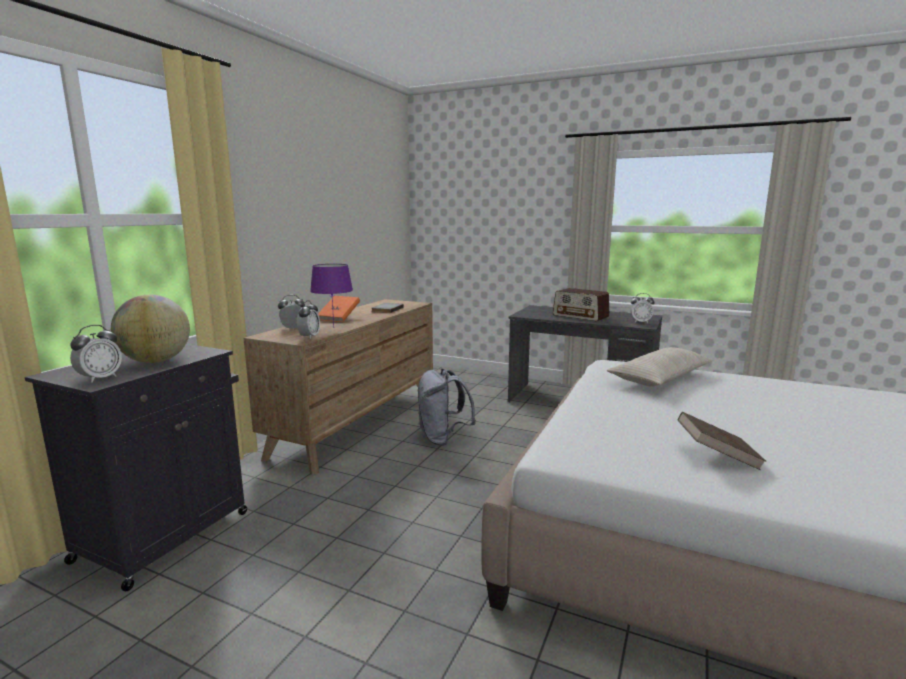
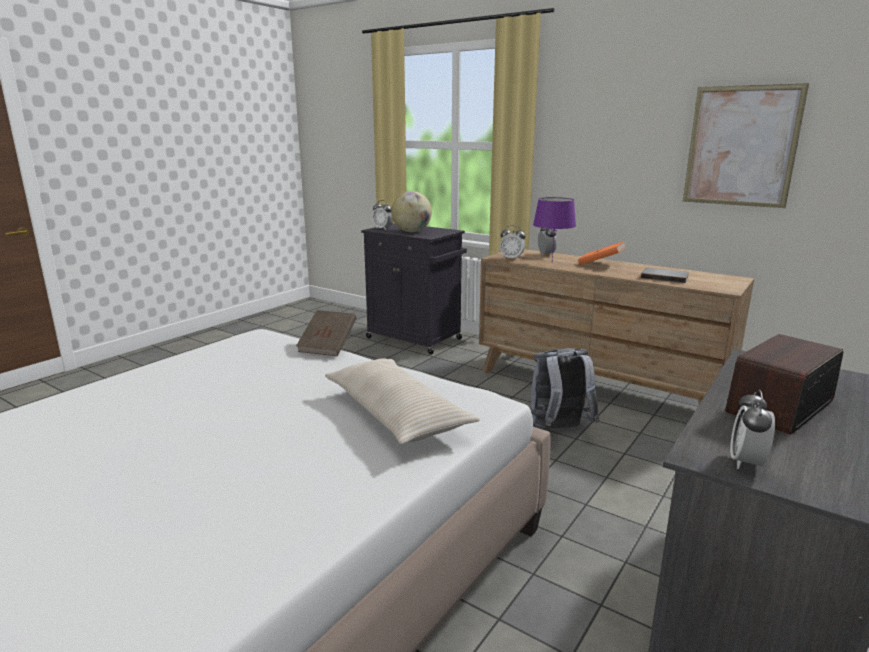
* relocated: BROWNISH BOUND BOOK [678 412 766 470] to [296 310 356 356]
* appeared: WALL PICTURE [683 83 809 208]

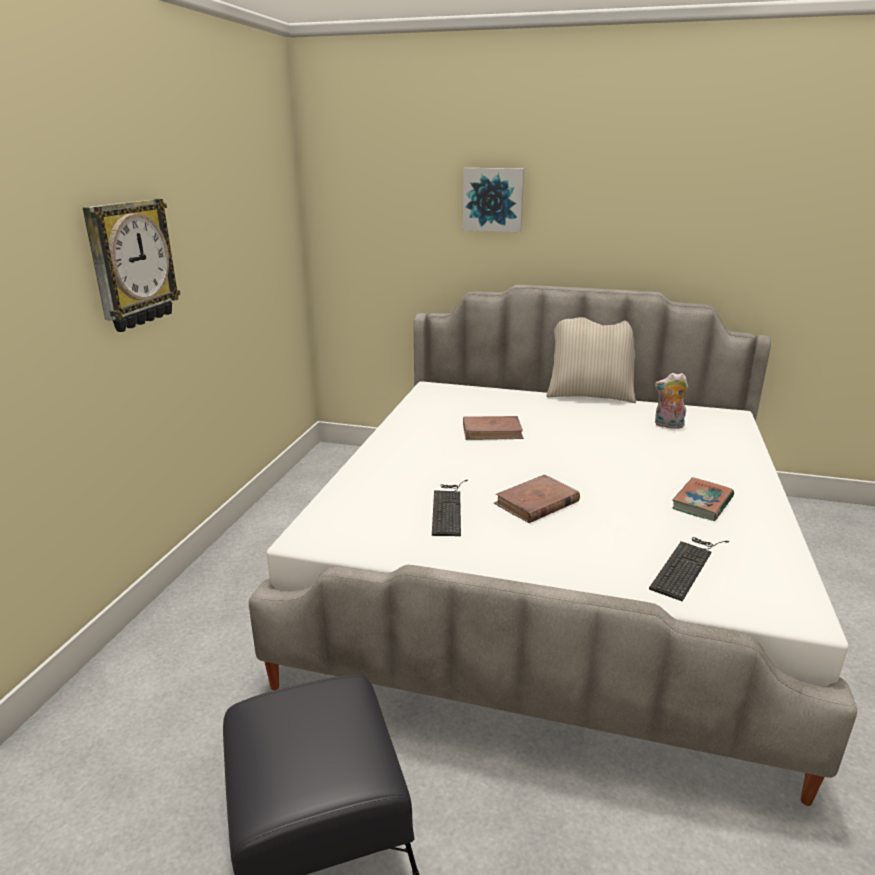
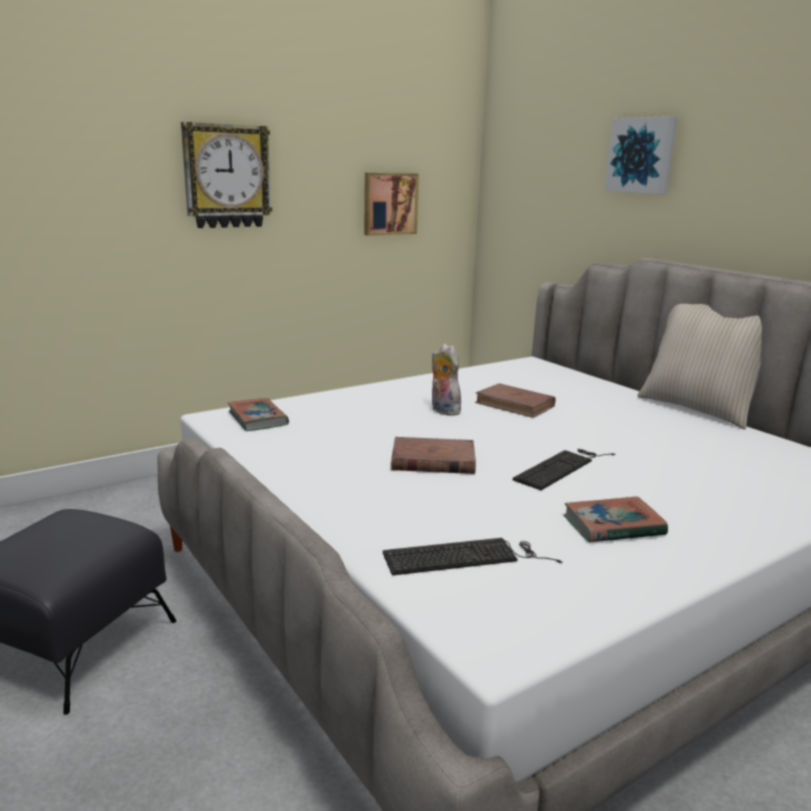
* relocated: SOFT TOY [655 373 688 429] to [431 344 461 416]
* relocated: COMPUTER KEYBOARD [432 480 468 536] to [513 449 615 490]
* appeared: WALL PICTURE [364 173 419 236]
* appeared: BOUND BOOK [228 398 289 431]

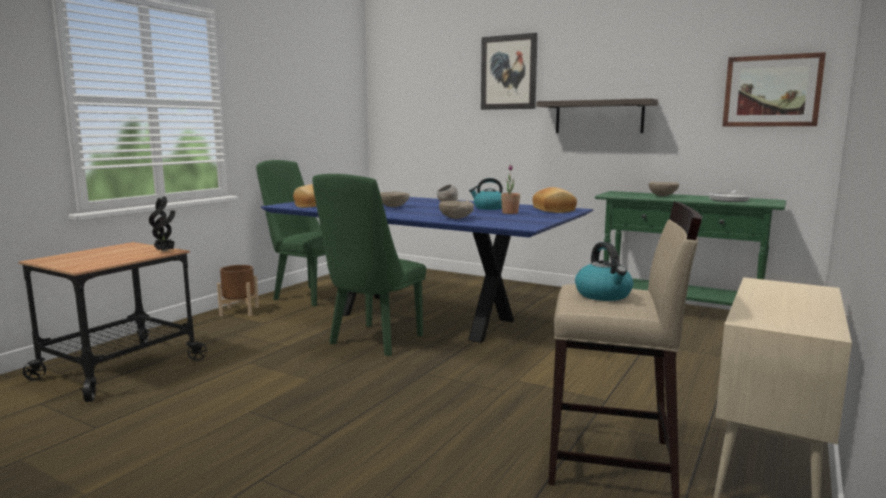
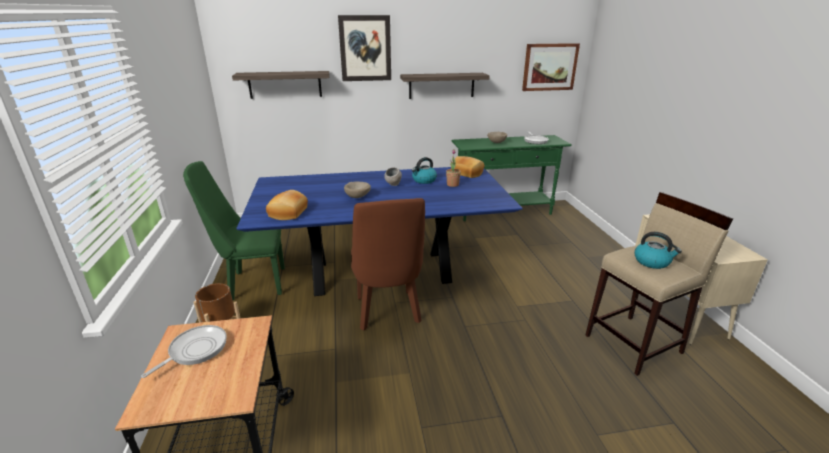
* colour: GREENISH PLAIN CHAIR [312 174 426 356] to BROWNISH PLAIN CHAIR [351 198 425 330]
* missing: PLANT IN A POT [149 196 175 252]
* missing: SAND-COLOURED DEEP DISH [439 201 474 219]
* appeared: WALL SHELF [232 71 329 99]
* appeared: SKILLET [141 325 227 378]

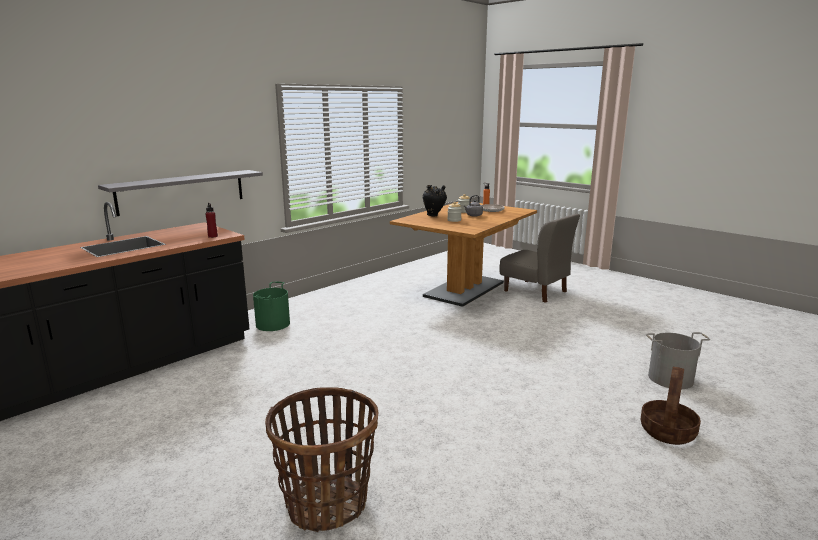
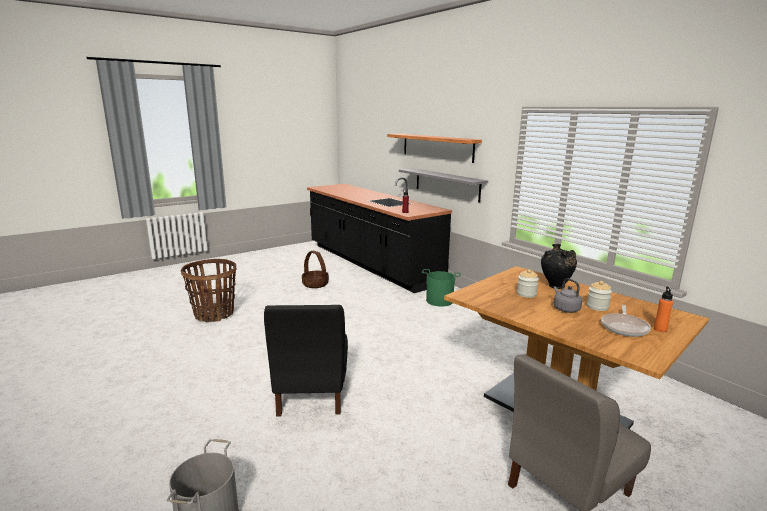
* relocated: BASKET [641 367 701 445] to [302 251 329 288]
* appeared: WALL SHELF [387 134 482 163]
* appeared: BLACKISH PLAIN CHAIR [264 305 348 417]

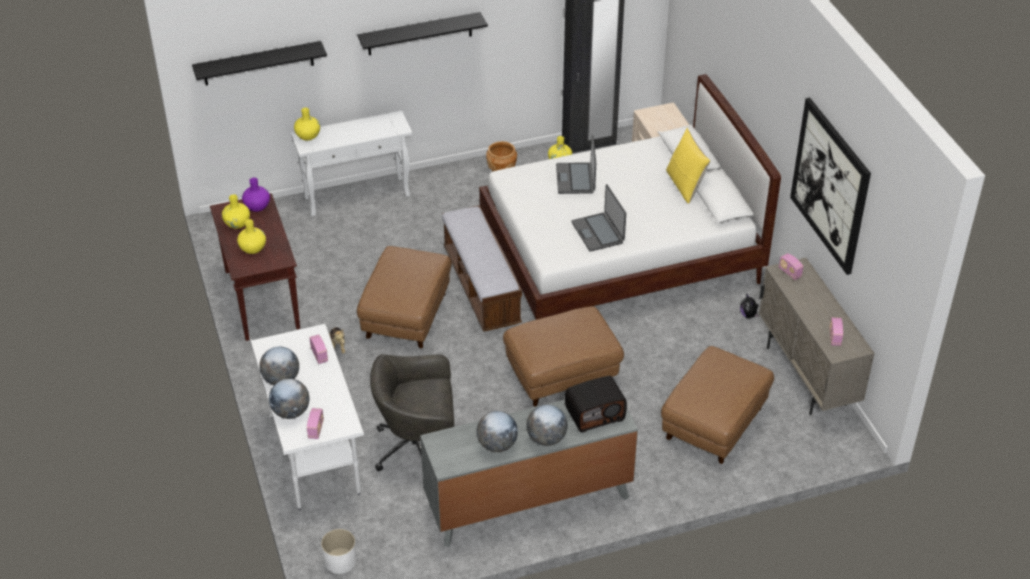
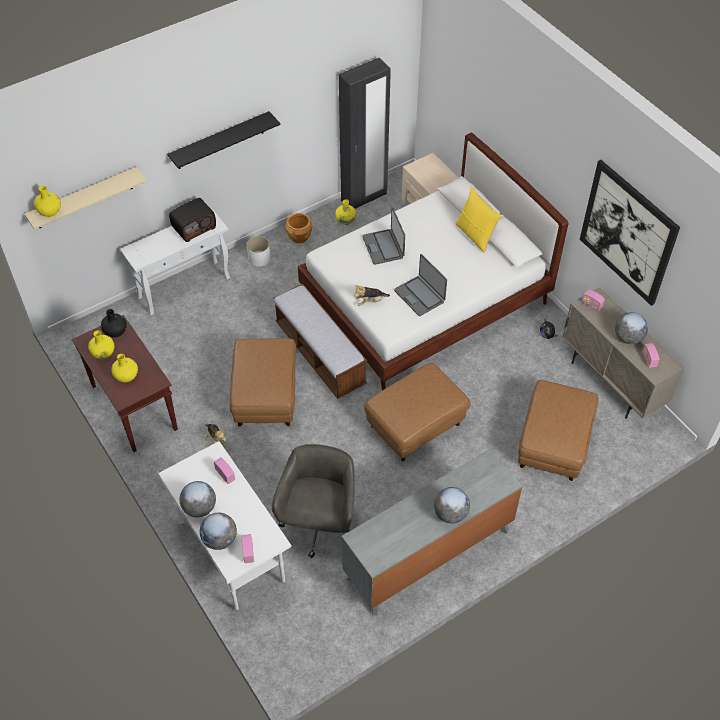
* colour: BLACKISH WALL SHELF [192 41 327 86] to SAND-COLOURED WALL SHELF [25 167 147 230]
* relocated: YELLOW-COLOURED DECORATIVE VASE [294 108 320 141] to [34 186 61 217]
* colour: PURPLISH DECORATIVE VASE [242 178 270 212] to BLACKISH DECORATIVE VASE [101 309 127 338]
* spun: GREY DESK CHAIR [370 354 454 471] = [272 444 355 558] 120 degrees clockwise
* relocated: RADIO [565 376 627 433] to [169 198 216 242]
* relocated: GLOBE [477 411 518 452] to [615 312 648 344]
* relocated: WHITISH PLANTER [321 529 357 574] to [247 236 270 267]
* appeared: SOFT TOY [354 285 390 306]

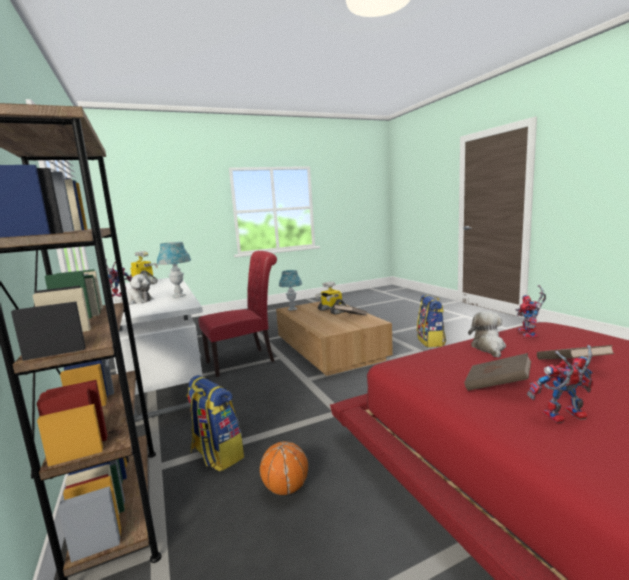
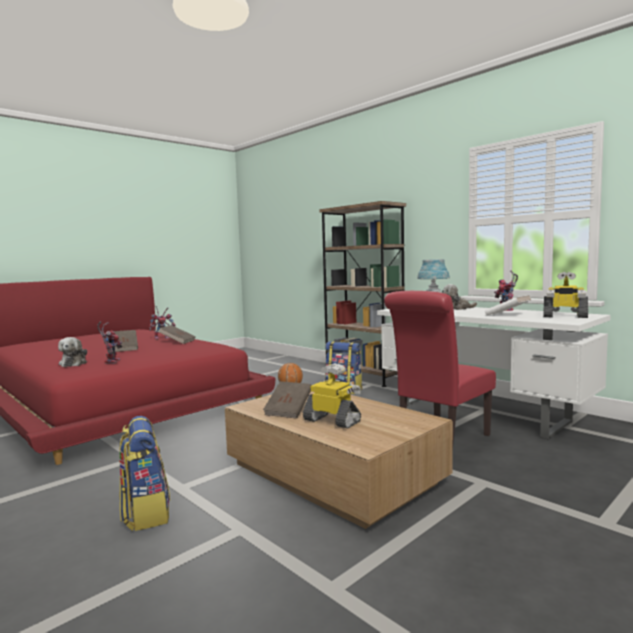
* missing: BLUE TABLETOP LAMP [279 270 302 310]
* relocated: SOFT TOY [468 311 506 358] to [58 337 87 367]
* appeared: WHITISH BOUND BOOK [485 295 531 315]

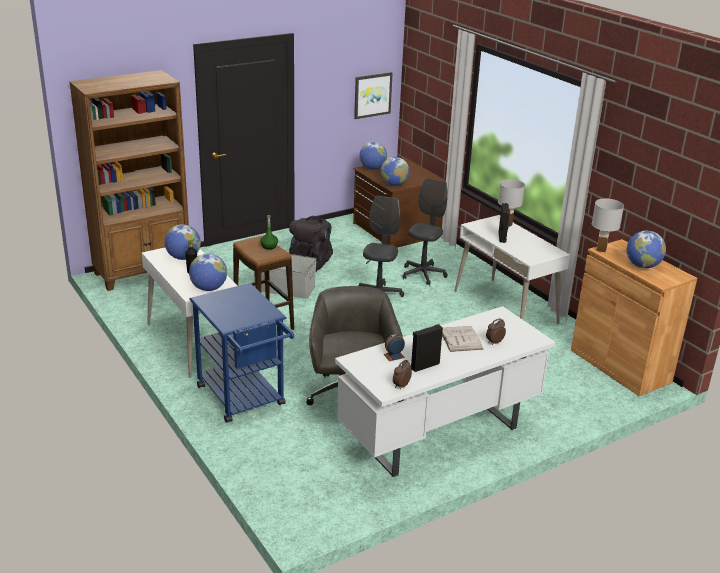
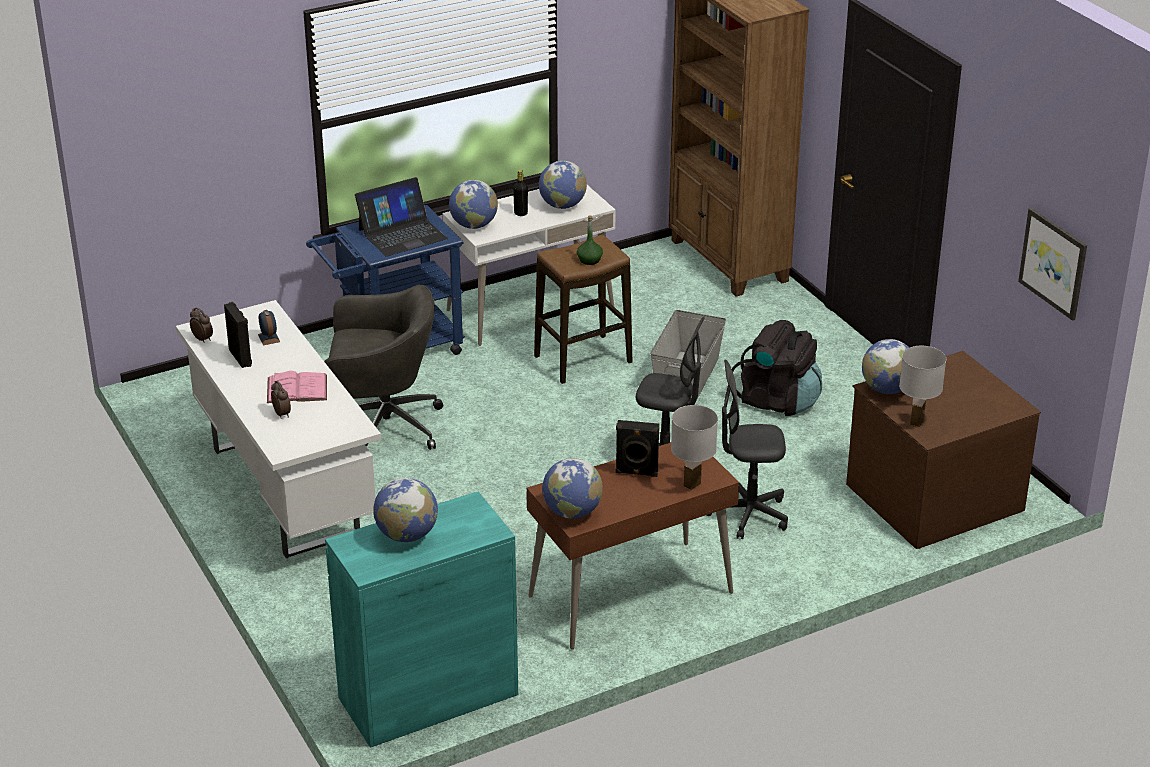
* relocated: GLOBE [359 142 387 170] to [542 458 603 519]
* spun: GREY DESK CHAIR [402 178 448 285] = [706 360 788 539] 150 degrees clockwise
* relocated: WHITISH TABLETOP LAMP [592 198 624 252] to [899 346 946 427]
* colour: WHITISH DESK UNIT [454 215 570 324] to BROWNISH DESK UNIT [527 443 739 649]
* colour: BROWNISH CABINET [571 239 697 396] to TURQUOISE CABINET [325 491 518 748]
* colour: WHITISH BOUND BOOK [442 326 483 352] to PINK BOUND BOOK [267 371 327 403]
* appeared: PORTABLE COMPUTER [355 177 448 257]

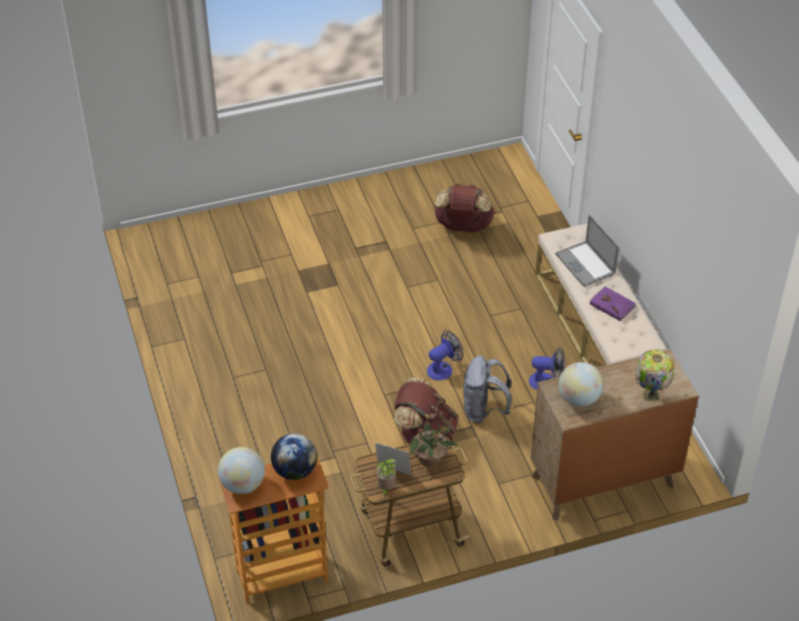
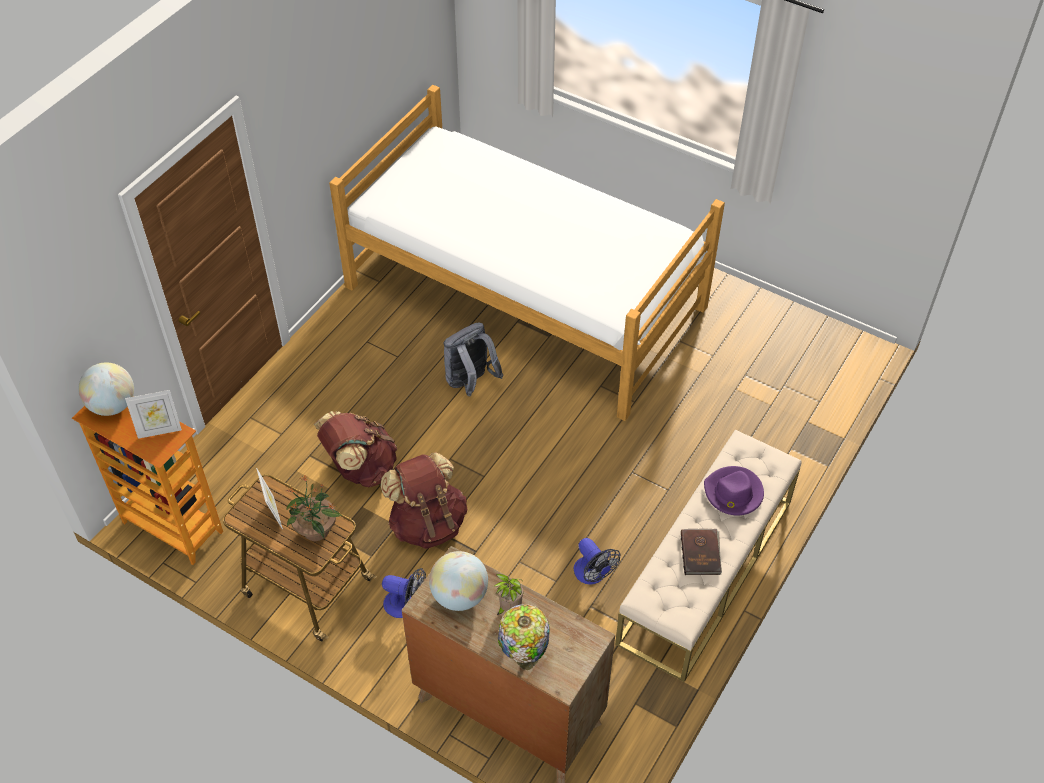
* relocated: BROWNISH KNAPSACK [434 184 495 232] to [314 411 397 487]
* exchanged: PORTABLE COMPUTER [555 215 619 287] to PURPLISH HAT [704 466 764 515]
* colour: PURPLISH BOUND BOOK [590 286 636 321] to BROWNISH BOUND BOOK [681 529 722 575]
* relocated: FAN [427 330 463 380] to [382 568 426 618]
* relocated: GREY KNAPSACK [463 356 512 423] to [443 323 504 396]
* exchanged: GLOBE [271 433 317 480] to PHOTO FRAME [125 390 182 439]
* relocated: PLANT IN A POT [376 458 397 498] to [494 574 523 615]
* appeared: BEDROOM BED [329 85 725 421]

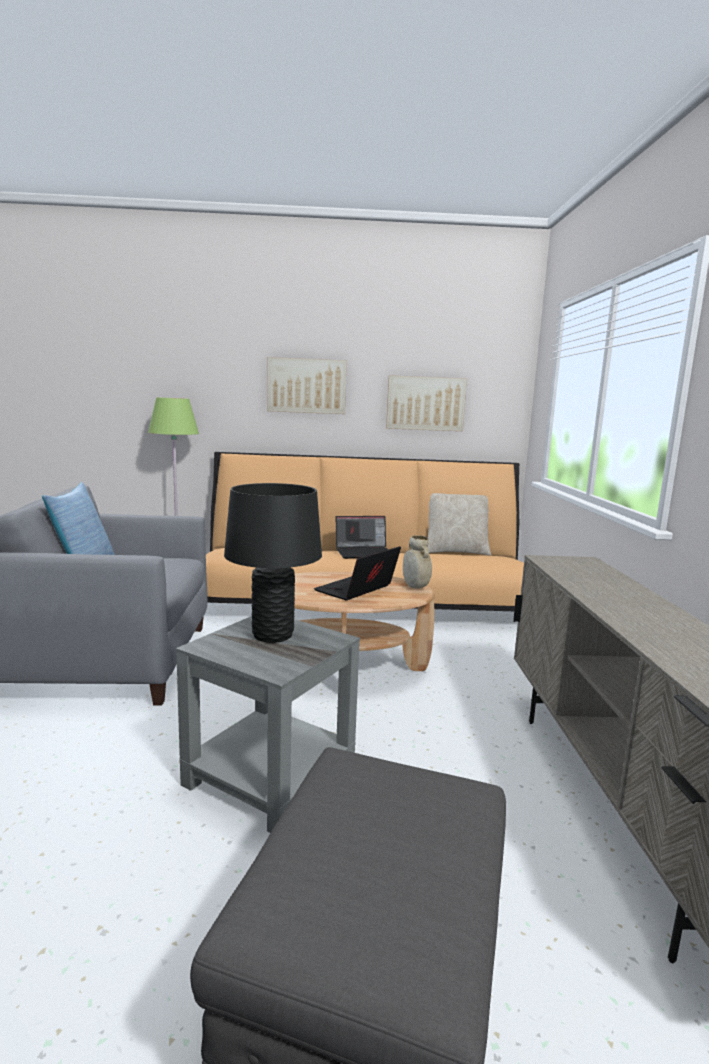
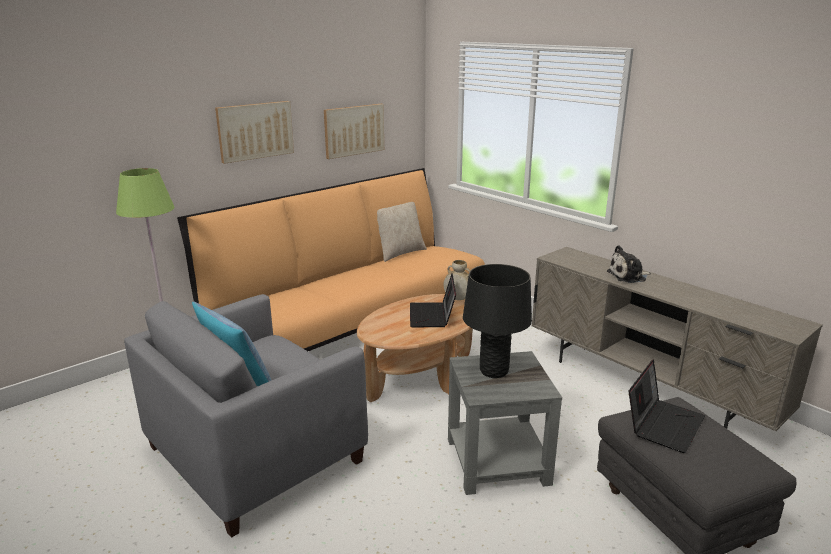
* relocated: PORTABLE COMPUTER [336 516 388 559] to [628 359 705 453]
* appeared: SOFT TOY [607 245 651 283]

